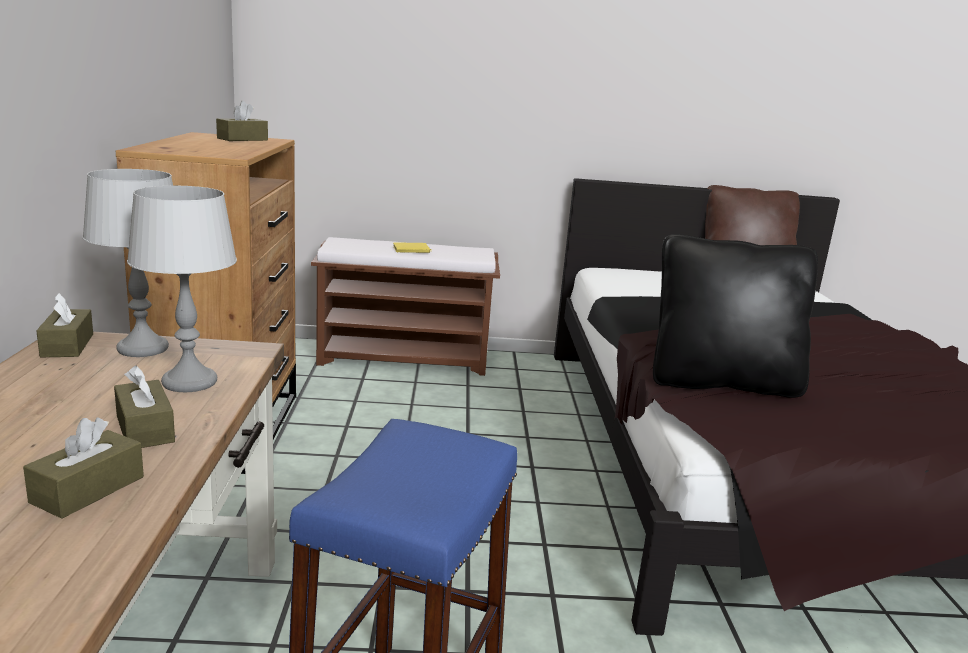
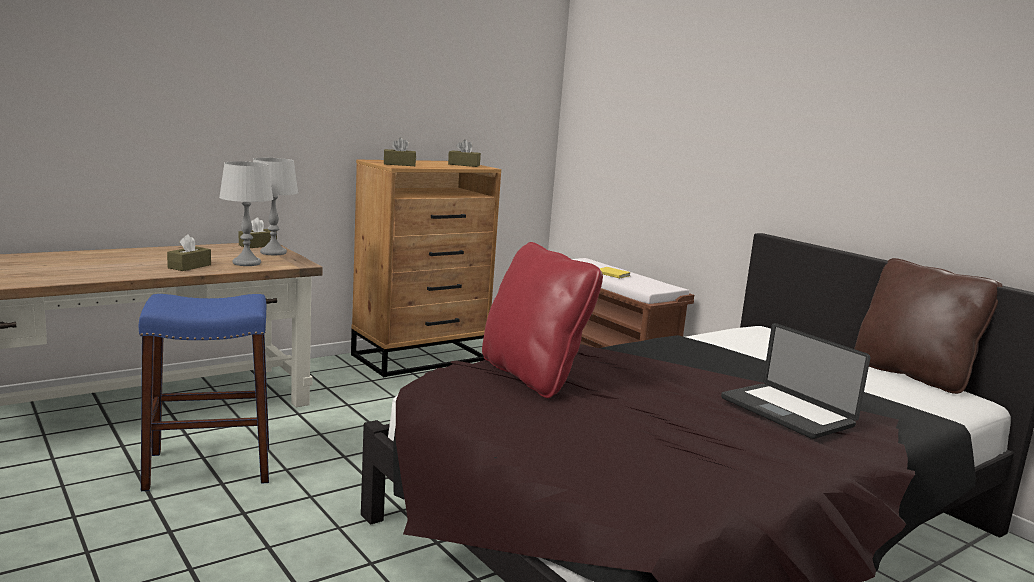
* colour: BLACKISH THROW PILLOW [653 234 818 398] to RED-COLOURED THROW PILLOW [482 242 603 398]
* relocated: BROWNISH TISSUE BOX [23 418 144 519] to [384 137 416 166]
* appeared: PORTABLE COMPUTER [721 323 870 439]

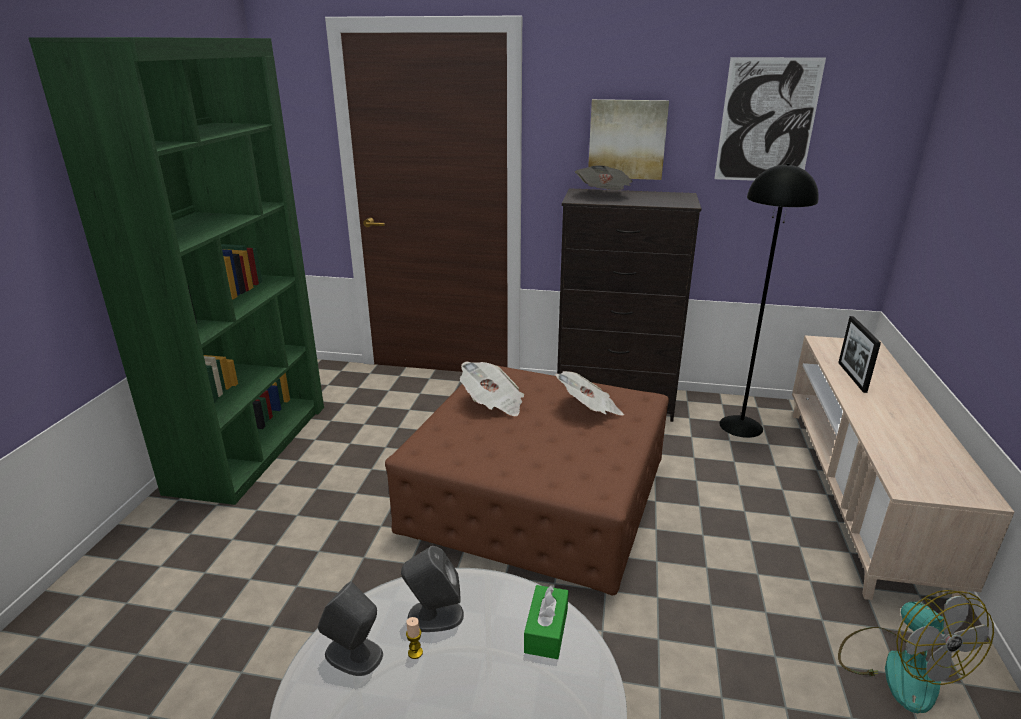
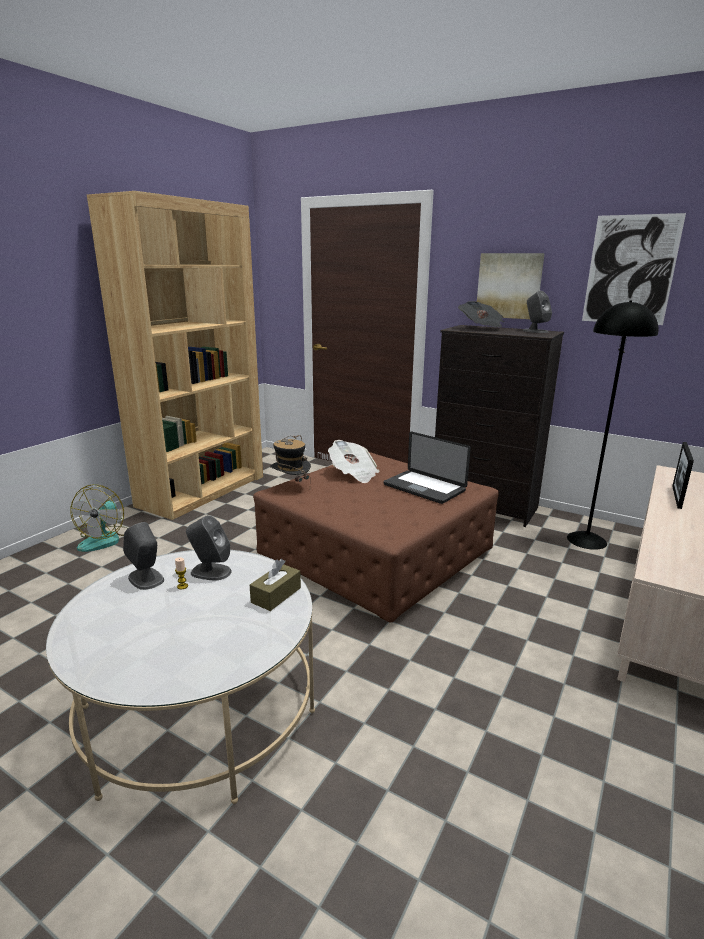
* colour: GREENISH BOOKCASE [29 37 324 505] to BROWNISH BOOKCASE [87 191 263 520]
* exchanged: PRINTED PAPER [555 371 624 416] to PORTABLE COMPUTER [383 431 471 504]
* colour: GREENISH TISSUE BOX [524 585 569 659] to BROWNISH TISSUE BOX [250 559 301 611]
* relocated: FAN [838 590 994 713] to [70 484 128 552]
* appeared: GREY SPEAKER [523 291 552 333]
* appeared: HAT [270 435 311 482]

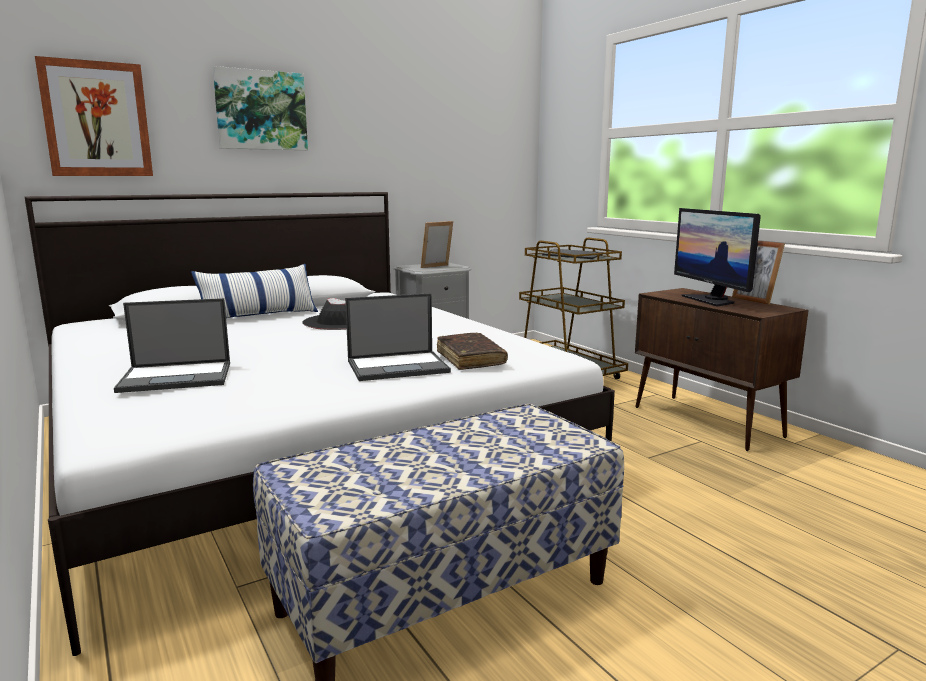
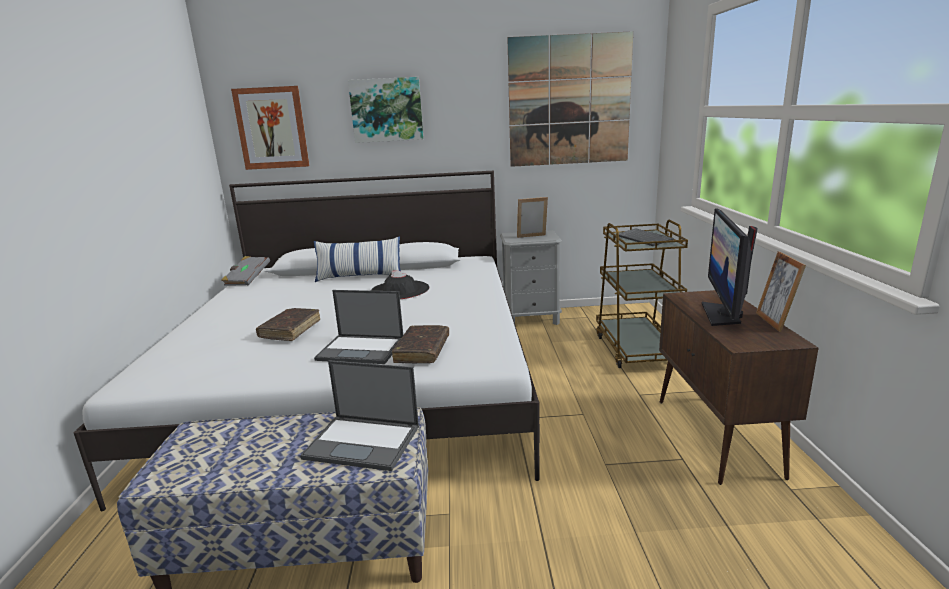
* relocated: PORTABLE COMPUTER [114 298 230 393] to [300 360 419 471]
* appeared: WALL PICTURE [507 31 633 167]
* appeared: GREY BOUND BOOK [221 256 270 285]
* appeared: BROWNISH BOUND BOOK [256 308 320 341]

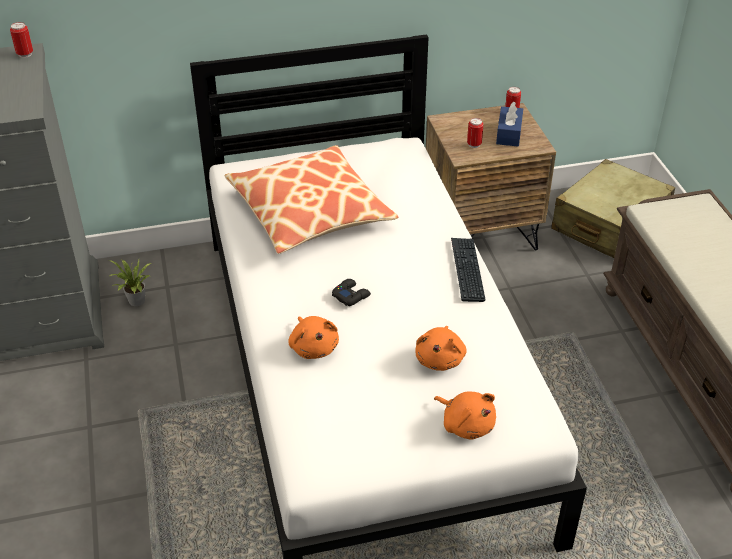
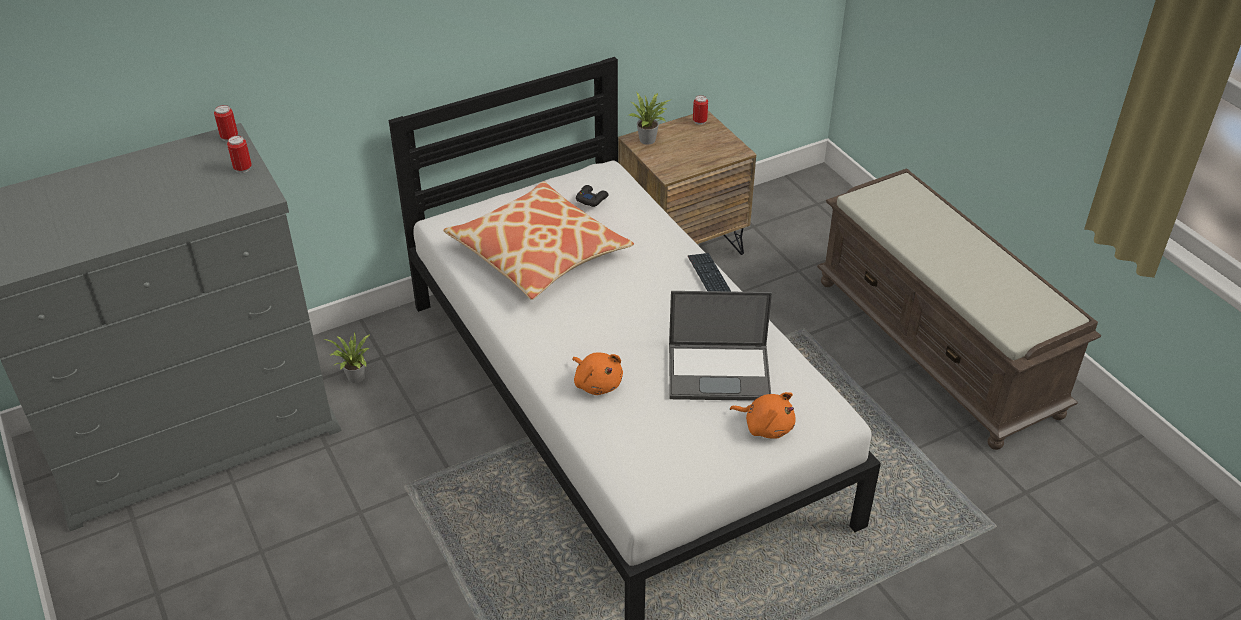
* missing: BLUE TISSUE BOX [496 101 523 146]
* relocated: CAN [467 118 483 148] to [227 135 252 173]
* missing: SAND-COLOURED PIECE OF LUGGAGE [551 159 675 258]
* relocated: BLACKISH GAMEPAD [332 279 371 306] to [576 185 609 207]
* exchanged: ORANGE SOFT TOY [415 326 467 371] to PORTABLE COMPUTER [669 291 772 401]
* appeared: PLANT IN A POT [629 93 670 145]

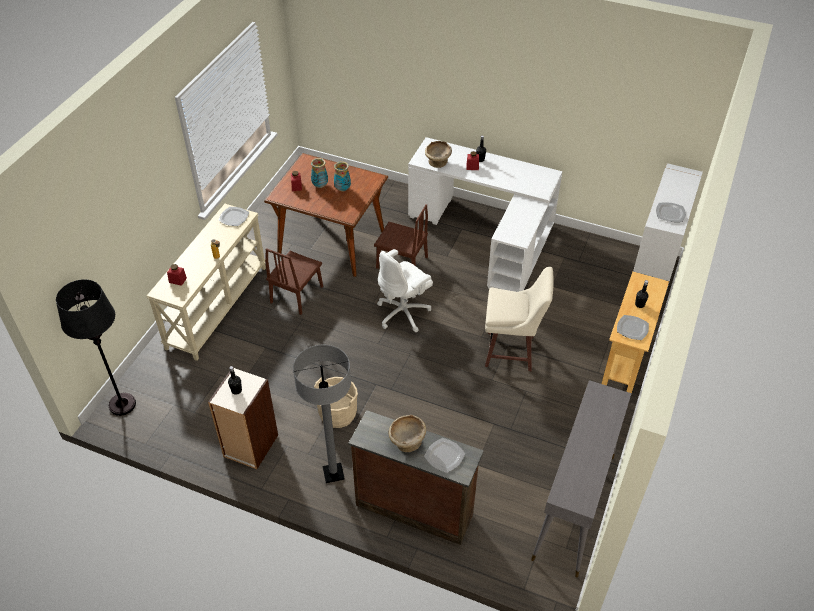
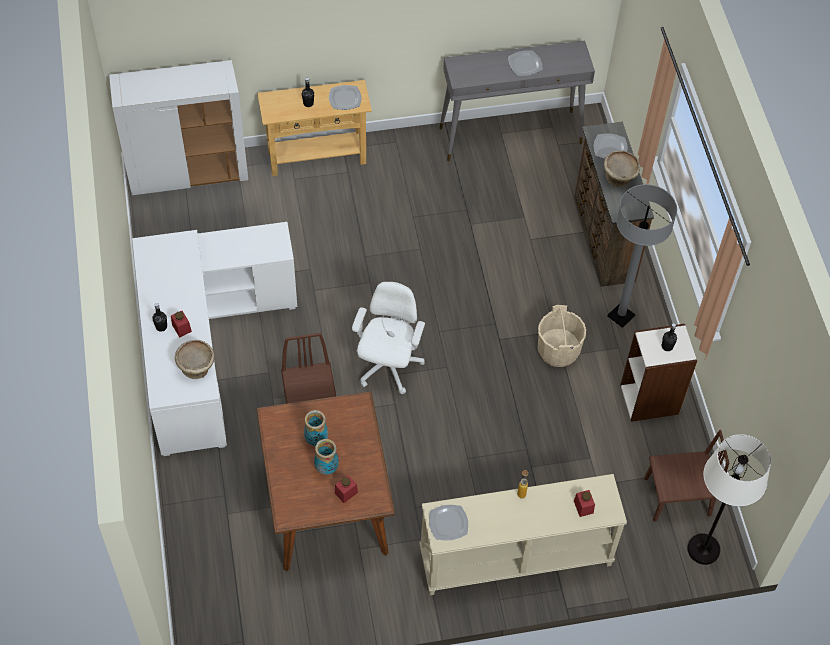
* relocated: PLATE [656 202 686 222] to [508 50 543 76]
* relocated: BROWNISH PLAIN CHAIR [265 248 323 315] to [644 430 729 522]
* spun: WHITISH DESK CHAIR [377 249 433 332] = [352 282 425 394] 90 degrees counterclockwise
* missing: SAND-COLOURED STOOL [485 267 554 371]
* colour: BLACKISH STANDING LAMP [56 279 136 416] to WHITISH STANDING LAMP [687 434 771 565]

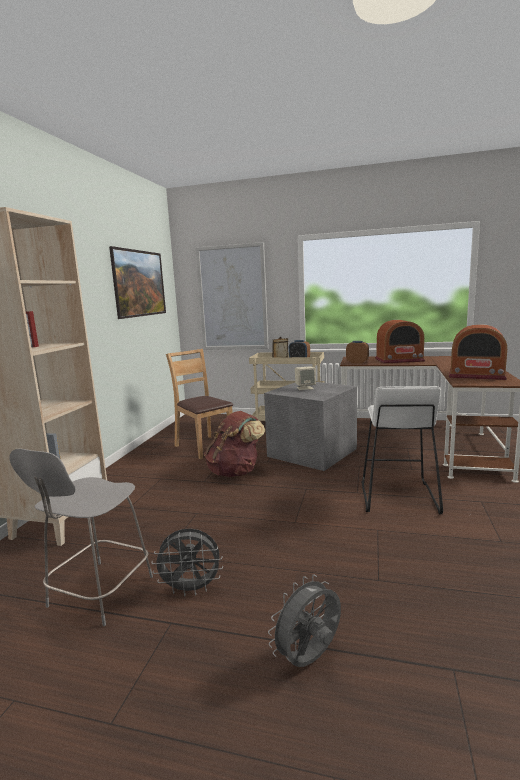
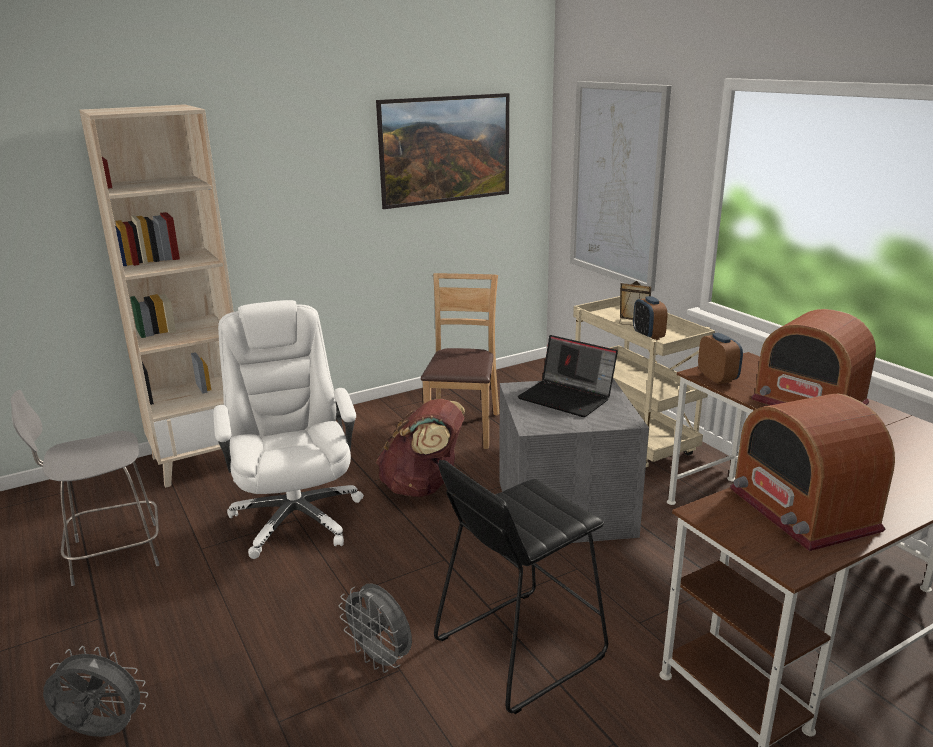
* exchanged: SAND-COLOURED SPEAKER [295 366 316 390] to PORTABLE COMPUTER [518 335 618 417]
* colour: WHITISH STOOL [362 386 443 514] to BLACKISH STOOL [434 460 608 714]
* relocated: GREY FAN [151 529 223 596] to [338 583 412 673]
* appeared: WHITISH DESK CHAIR [213 300 364 559]

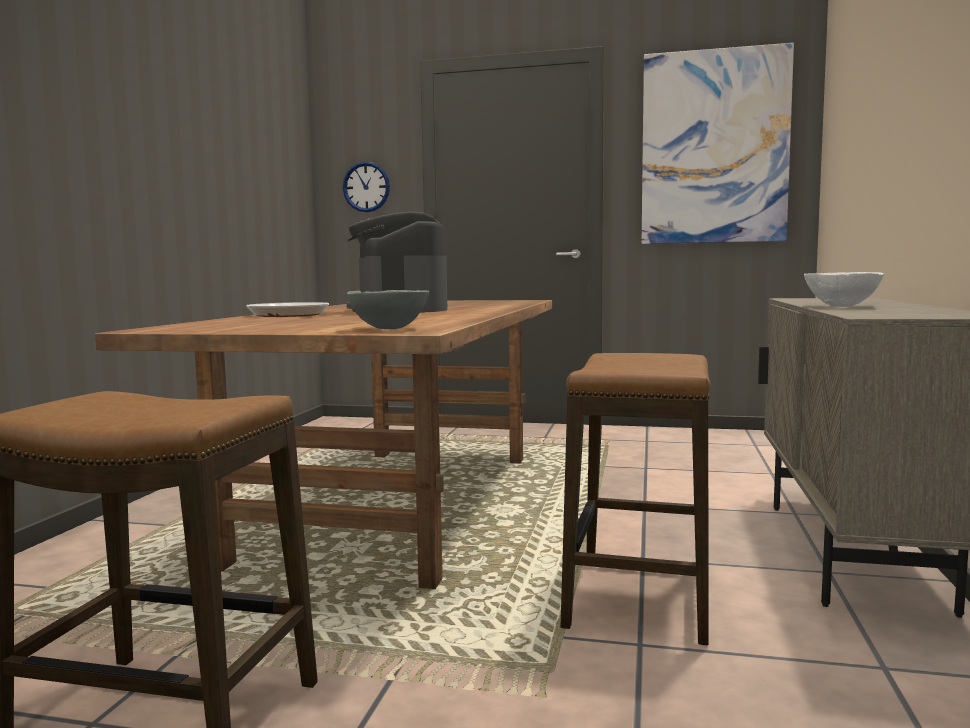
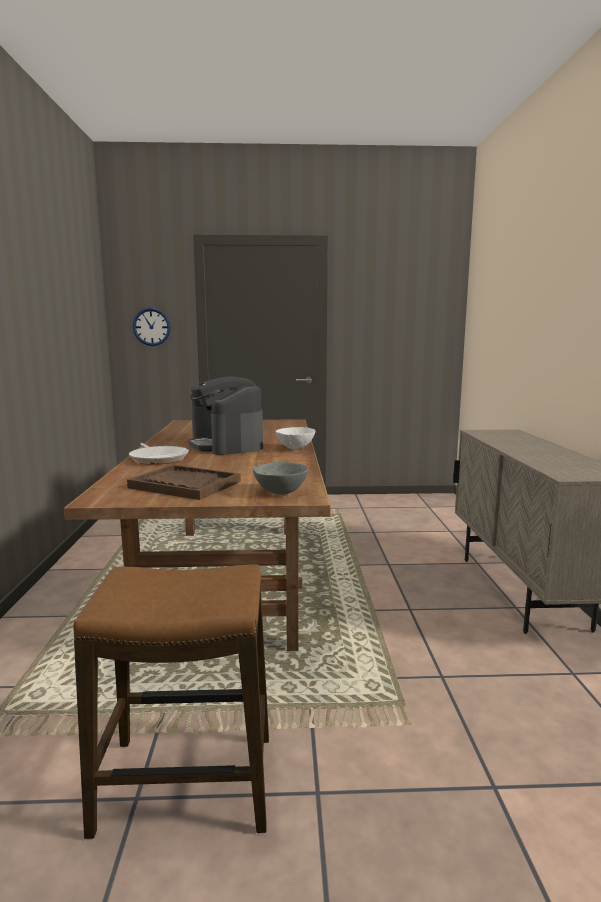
* missing: WALL PICTURE [642 43 794 244]
* relocated: WHITISH DEEP DISH [804 272 884 307] to [276 427 315 449]
* missing: STOOL [561 353 711 646]
* appeared: BROWNISH SERVING TRAY [127 465 241 500]

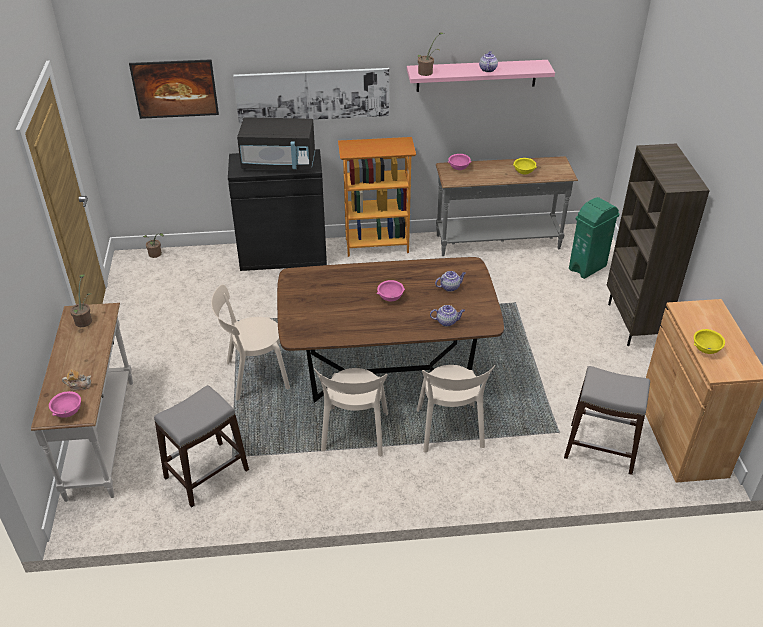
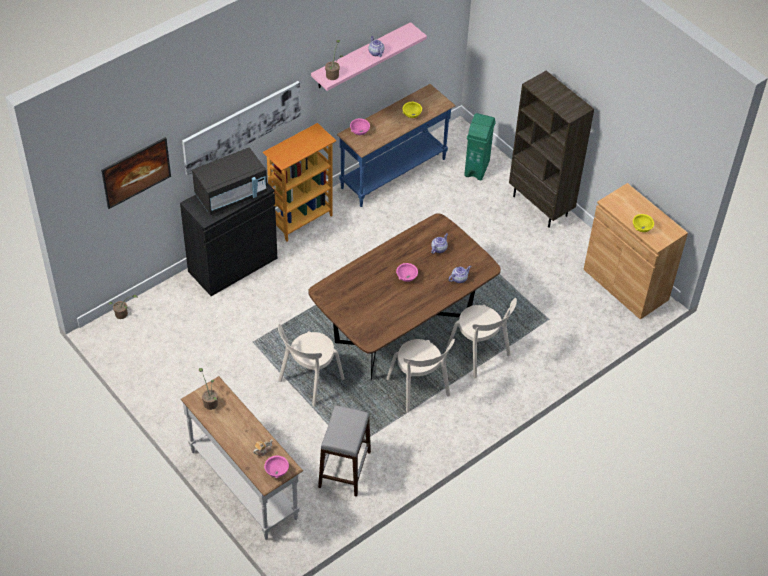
* colour: GREY NARROW TABLE [436 156 578 256] to BLUE NARROW TABLE [337 84 456 207]
* missing: GREY STOOL [564 366 650 475]

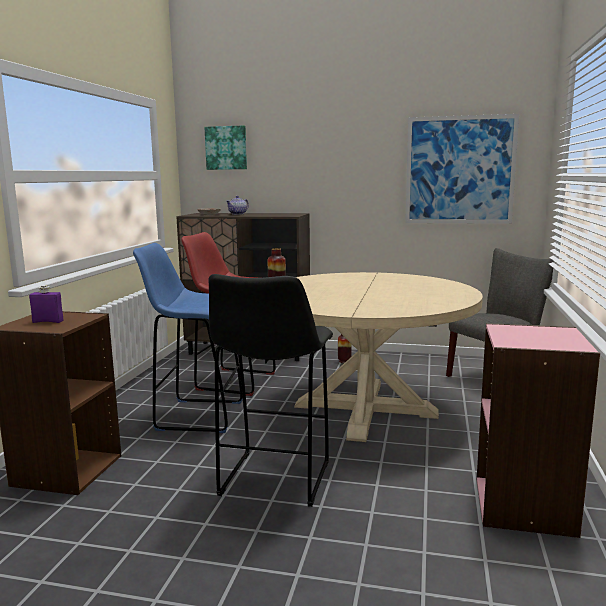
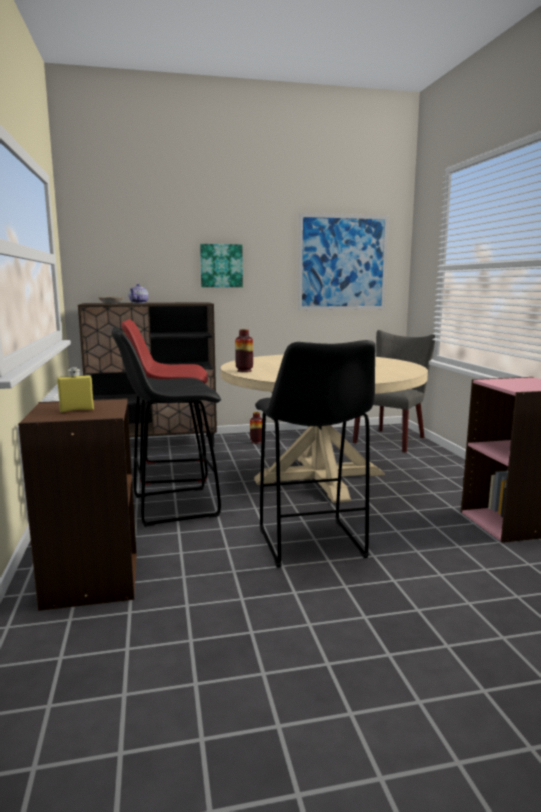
* relocated: WALL PICTURE [204 125 247 170] to [200 244 243 287]
* colour: BLUE STOOL [133 243 243 433] to BLACKISH STOOL [111 327 221 527]
* colour: PURPLISH BOTTLE [29 285 63 323] to YELLOW-COLOURED BOTTLE [57 367 94 413]

